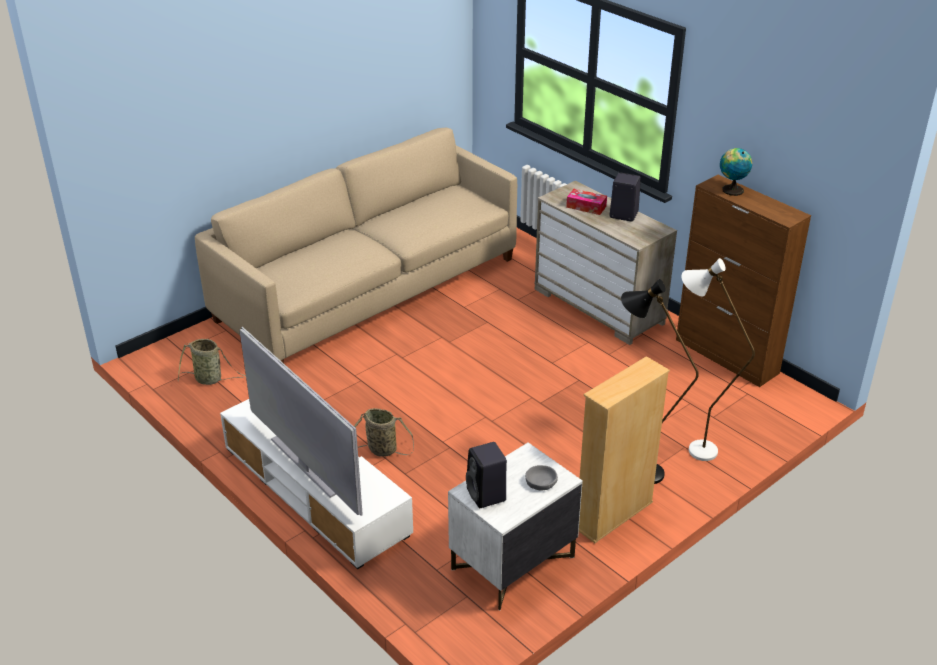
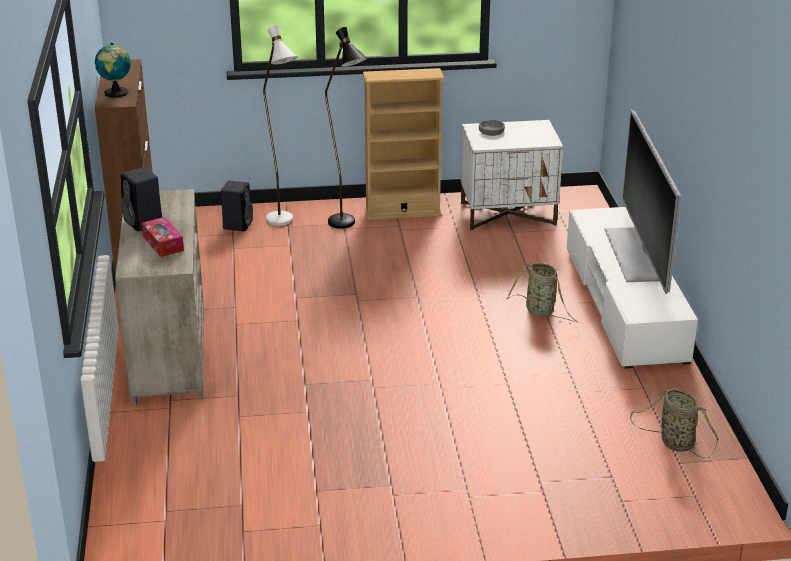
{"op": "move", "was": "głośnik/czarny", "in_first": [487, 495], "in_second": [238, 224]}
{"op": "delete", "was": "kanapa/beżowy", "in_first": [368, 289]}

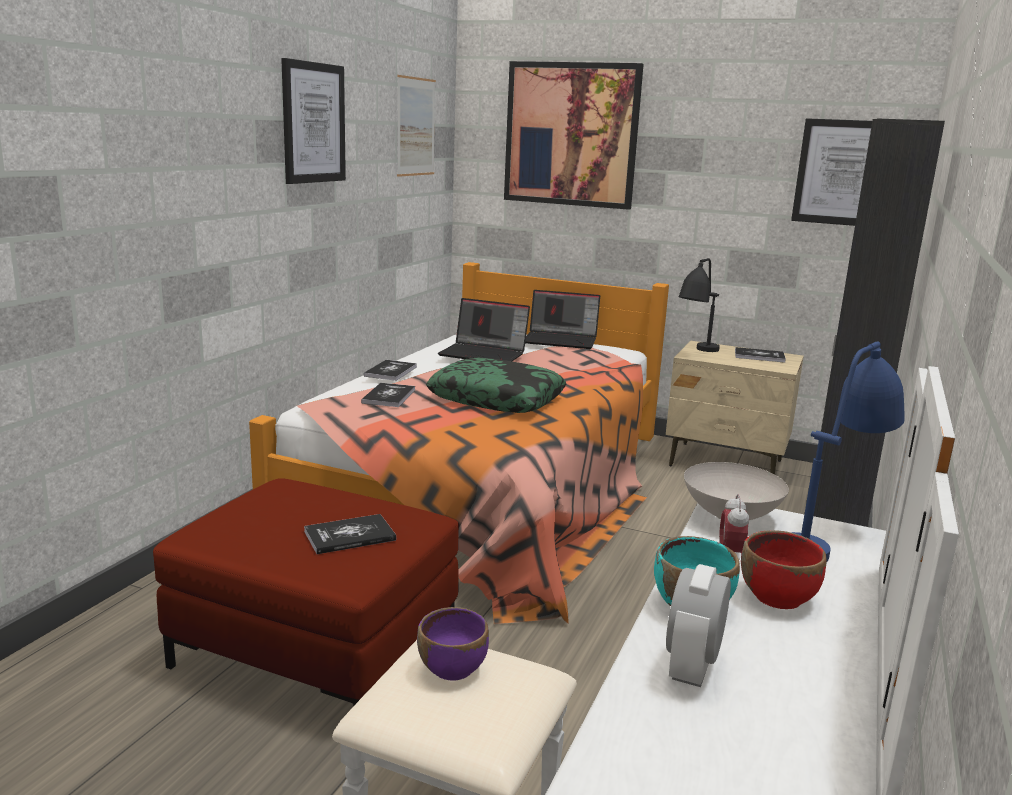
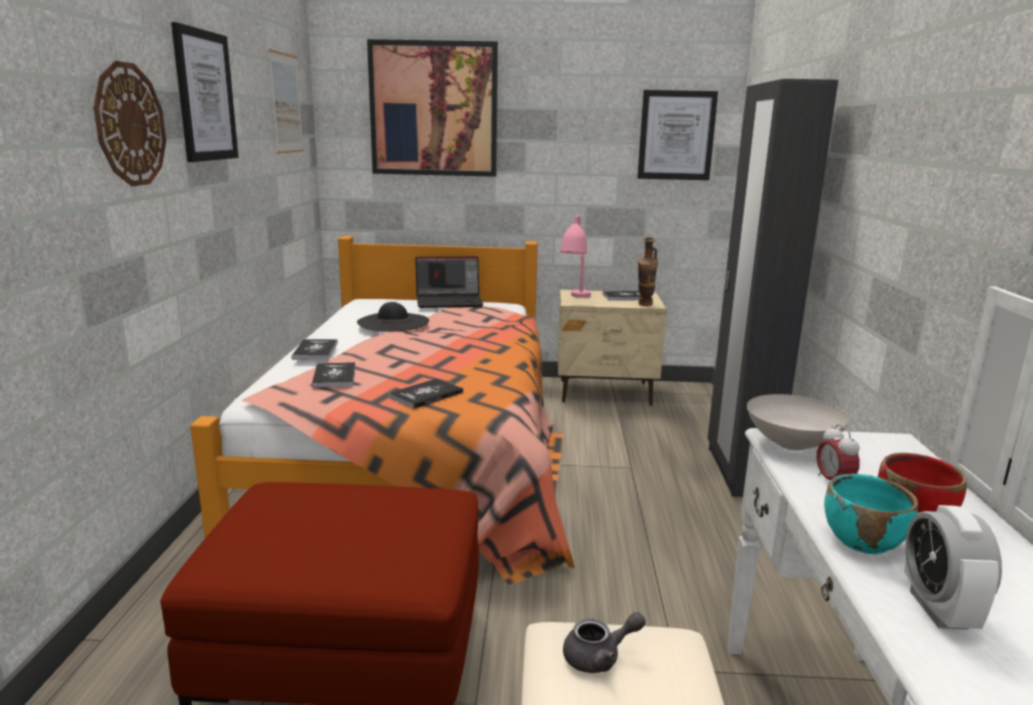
{"op": "insert", "now": "zegar ścienny", "in_second": [130, 125]}
{"op": "replace", "was": "laptop", "now": "kapelusz/czarny", "in_first": [484, 354], "in_second": [393, 322]}
{"op": "move", "was": "książka", "in_first": [350, 536], "in_second": [426, 395]}
{"op": "recolor", "was": "lampa stołowa/czarny", "now": "lampa stołowa/różowy", "in_first": [696, 353], "in_second": [575, 300]}
{"op": "replace", "was": "miska/fioletowy", "now": "imbryk/szary", "in_first": [453, 668], "in_second": [599, 657]}
{"op": "insert", "now": "wazon", "in_second": [644, 305]}
{"op": "delete", "was": "poduszka", "in_first": [497, 399]}
{"op": "delete", "was": "lampa stołowa/niebieski", "in_first": [830, 537]}

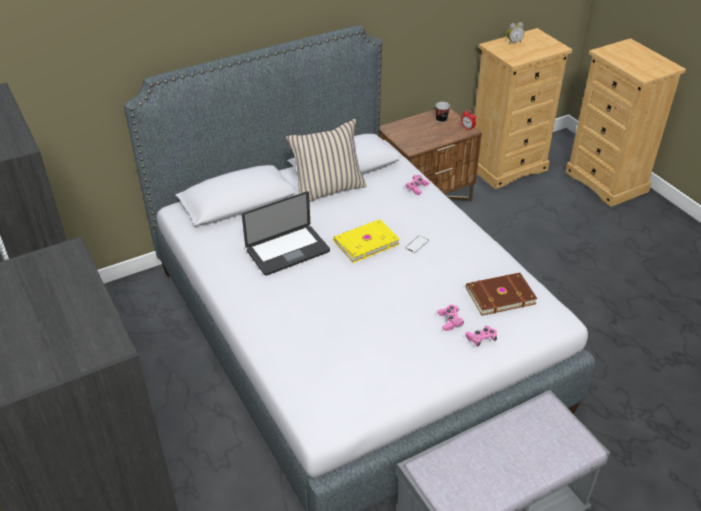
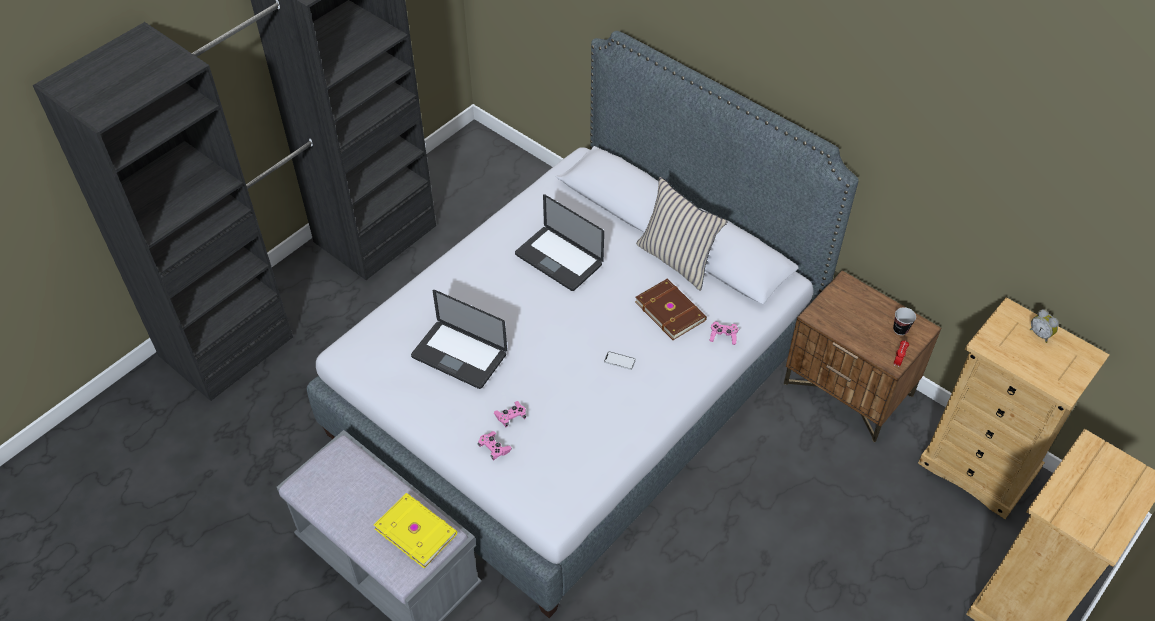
{"op": "move", "was": "książka/żółty", "in_first": [365, 242], "in_second": [416, 530]}
{"op": "insert", "now": "laptop", "in_second": [459, 355]}
{"op": "move", "was": "książka/brązowy", "in_first": [499, 295], "in_second": [671, 310]}

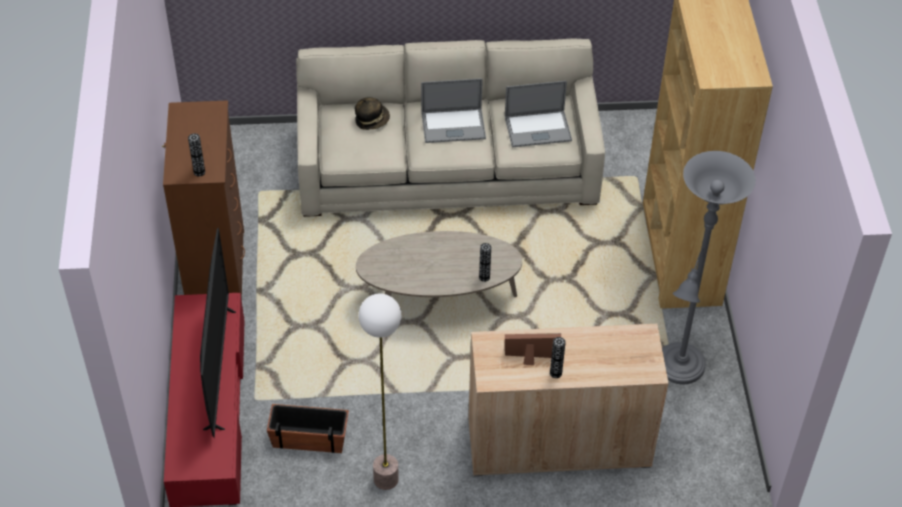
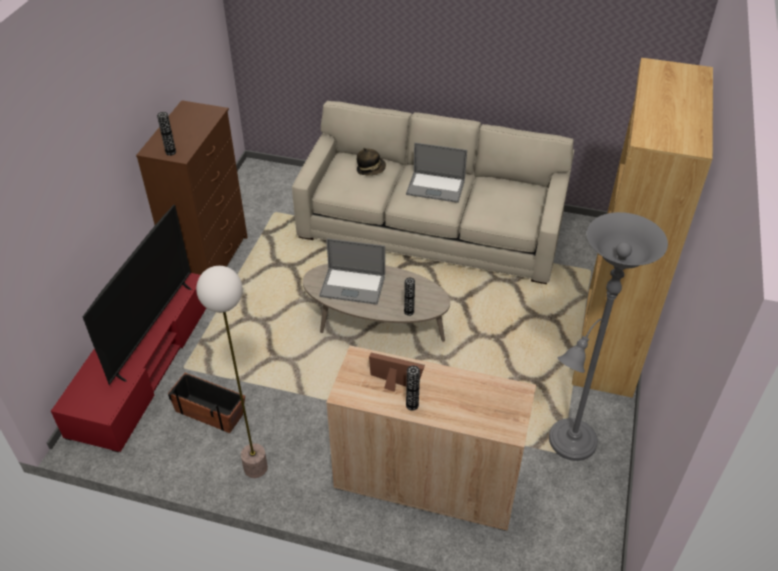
{"op": "move", "was": "laptop", "in_first": [538, 129], "in_second": [352, 286]}

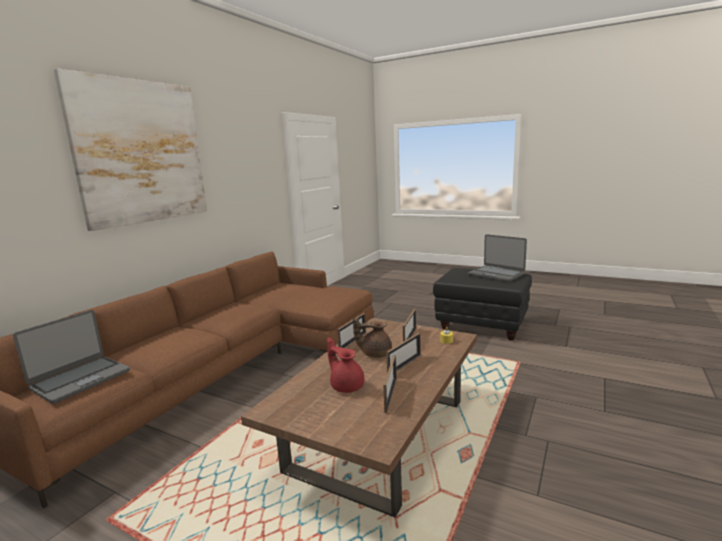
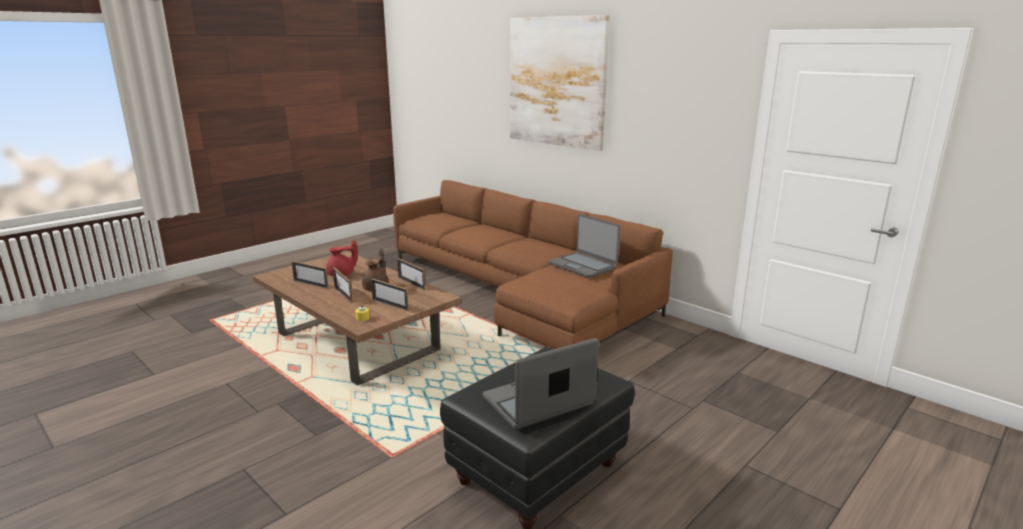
{"op": "move", "was": "laptop", "in_first": [80, 379], "in_second": [583, 266]}

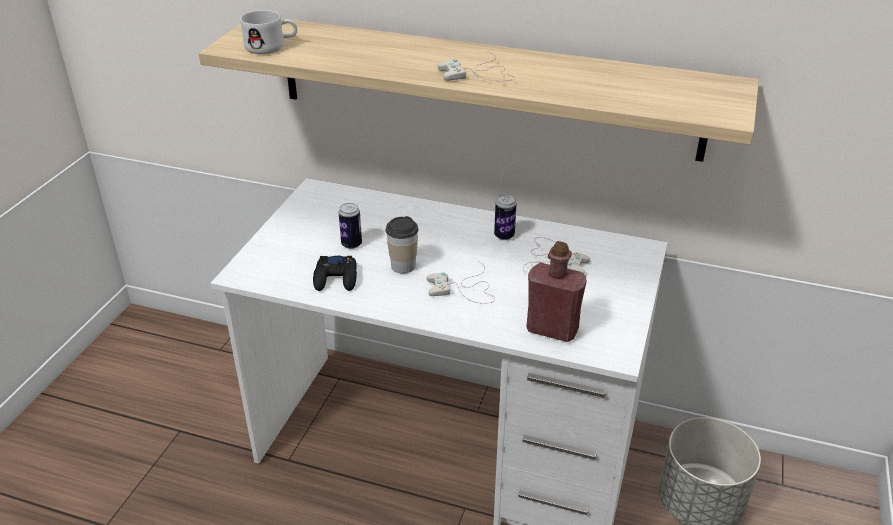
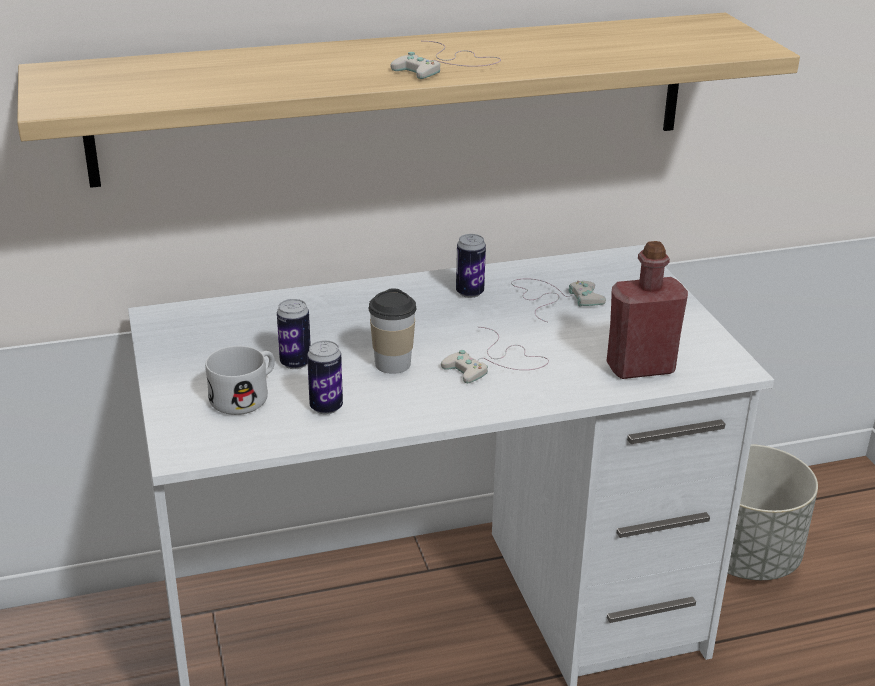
{"op": "move", "was": "kubek/biały", "in_first": [271, 47], "in_second": [246, 396]}
{"op": "replace", "was": "pad do gier/czarny", "now": "puszka", "in_first": [336, 278], "in_second": [326, 407]}

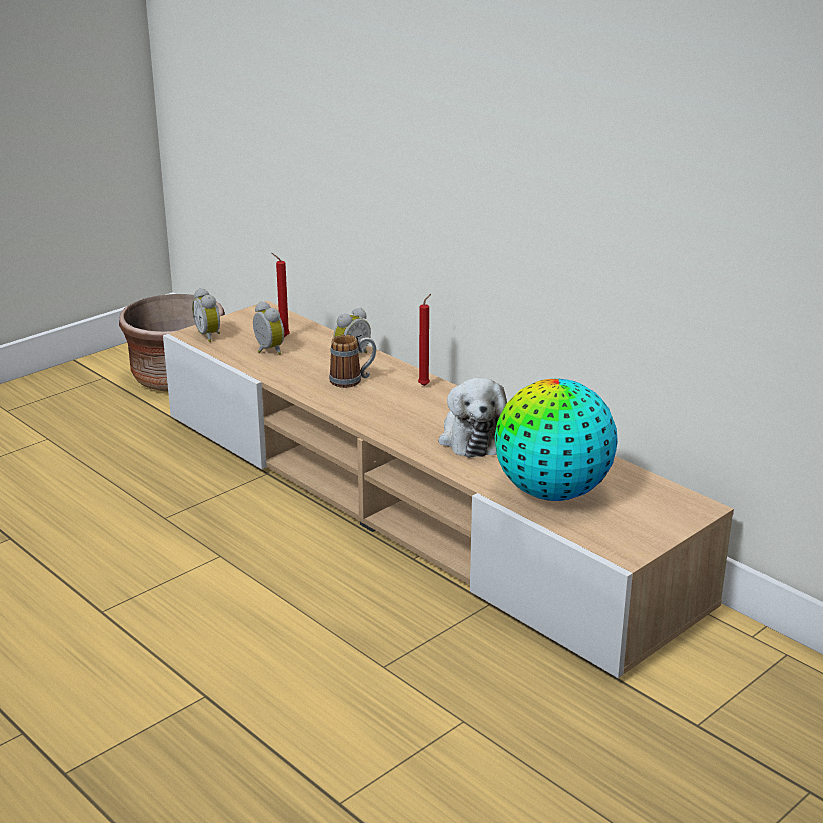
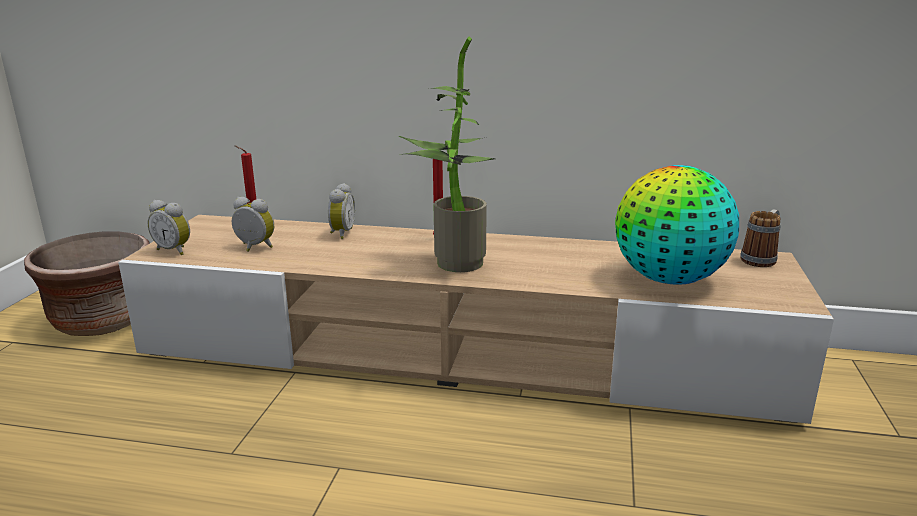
{"op": "insert", "now": "roślina doniczkowa", "in_second": [452, 263]}
{"op": "move", "was": "kubek", "in_first": [353, 380], "in_second": [761, 259]}
{"op": "delete", "was": "pluszak", "in_first": [472, 437]}

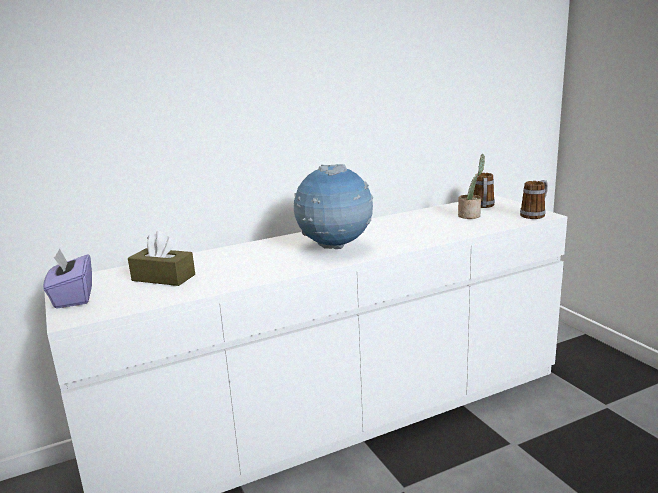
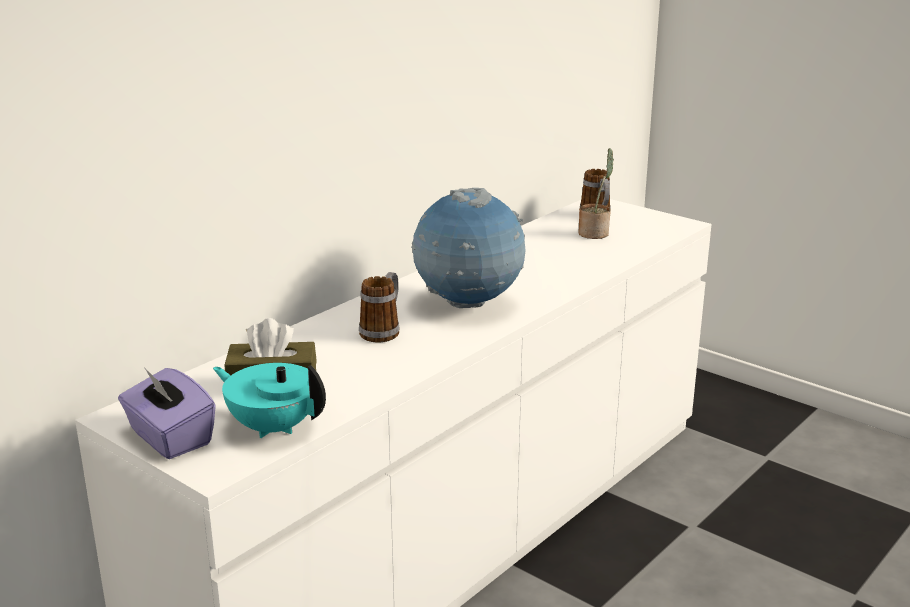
{"op": "insert", "now": "imbryk/turkusowy", "in_second": [273, 427]}
{"op": "move", "was": "kubek", "in_first": [535, 214], "in_second": [383, 330]}

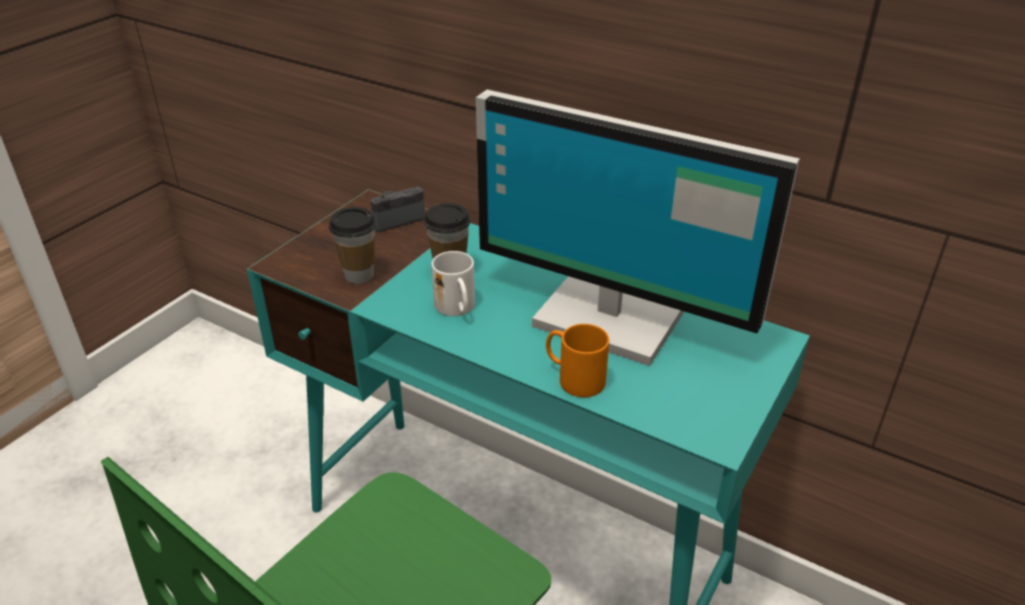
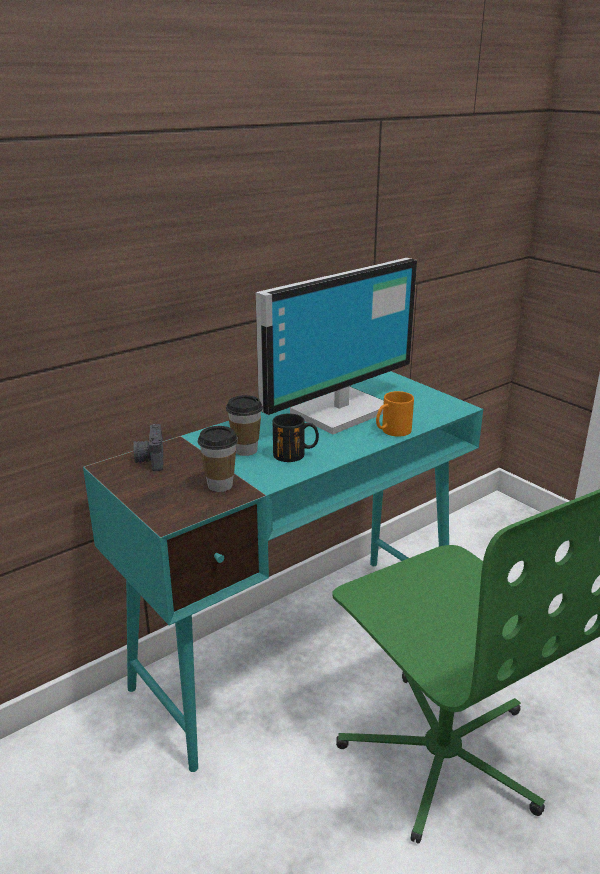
{"op": "recolor", "was": "kubek/biały", "now": "kubek/czarny", "in_first": [458, 309], "in_second": [295, 454]}

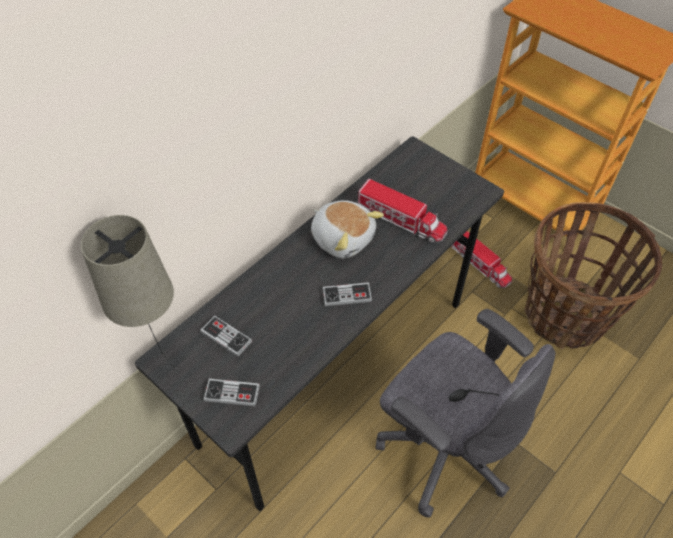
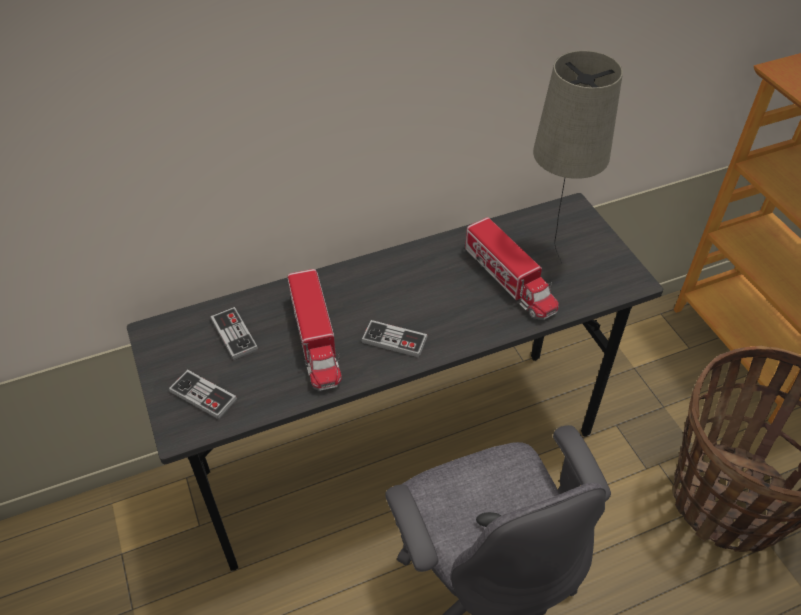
{"op": "move", "was": "ciężarówka zabawkowa", "in_first": [480, 264], "in_second": [315, 339]}
{"op": "move", "was": "lampa stołowa/beżowy", "in_first": [163, 359], "in_second": [551, 252]}
{"op": "delete", "was": "pluszak", "in_first": [343, 237]}

